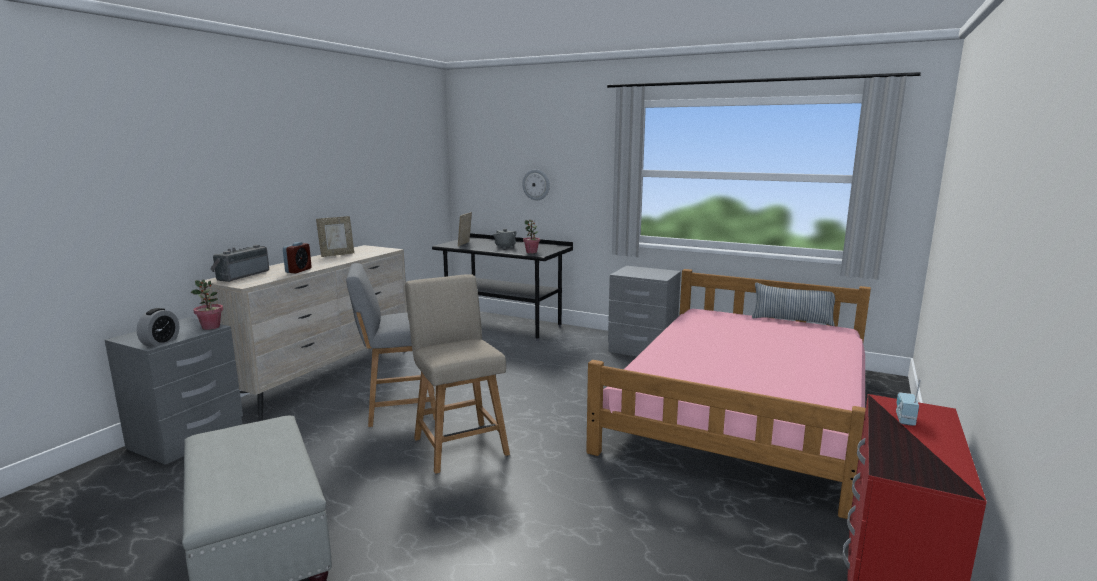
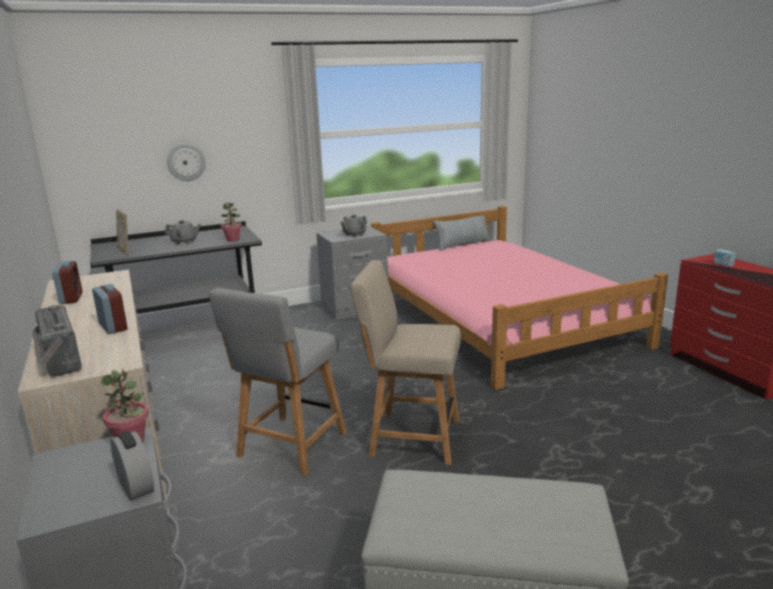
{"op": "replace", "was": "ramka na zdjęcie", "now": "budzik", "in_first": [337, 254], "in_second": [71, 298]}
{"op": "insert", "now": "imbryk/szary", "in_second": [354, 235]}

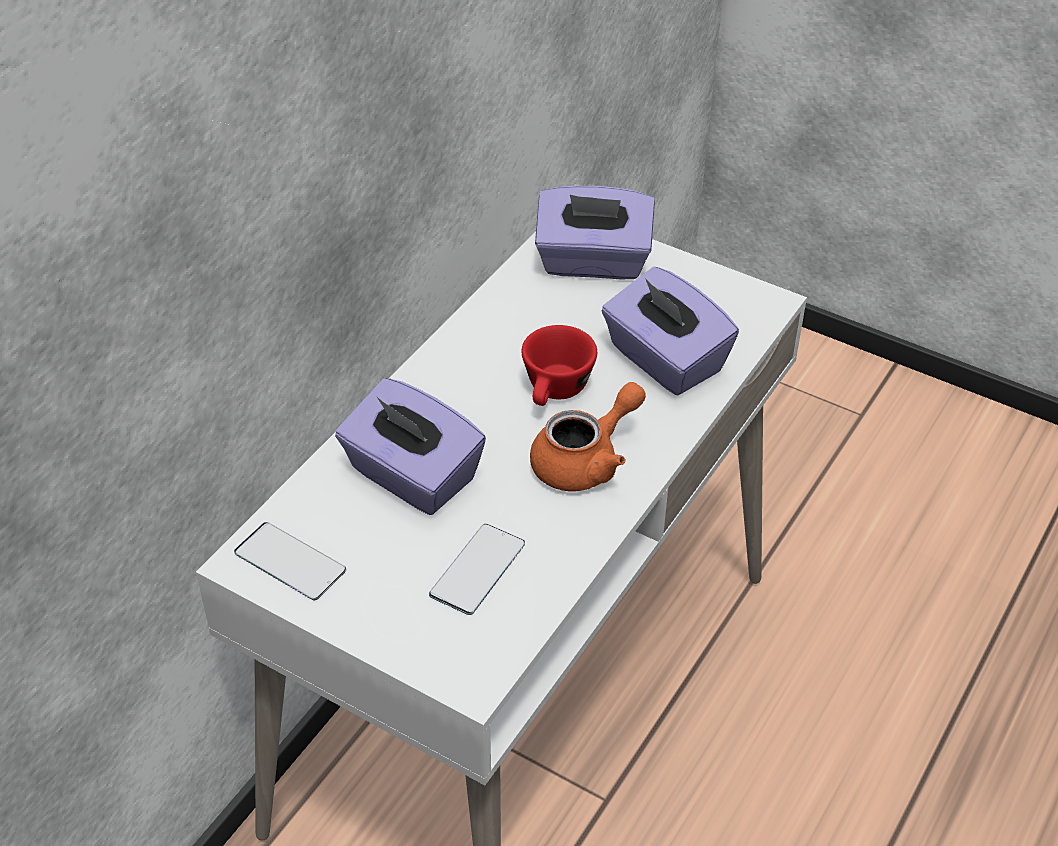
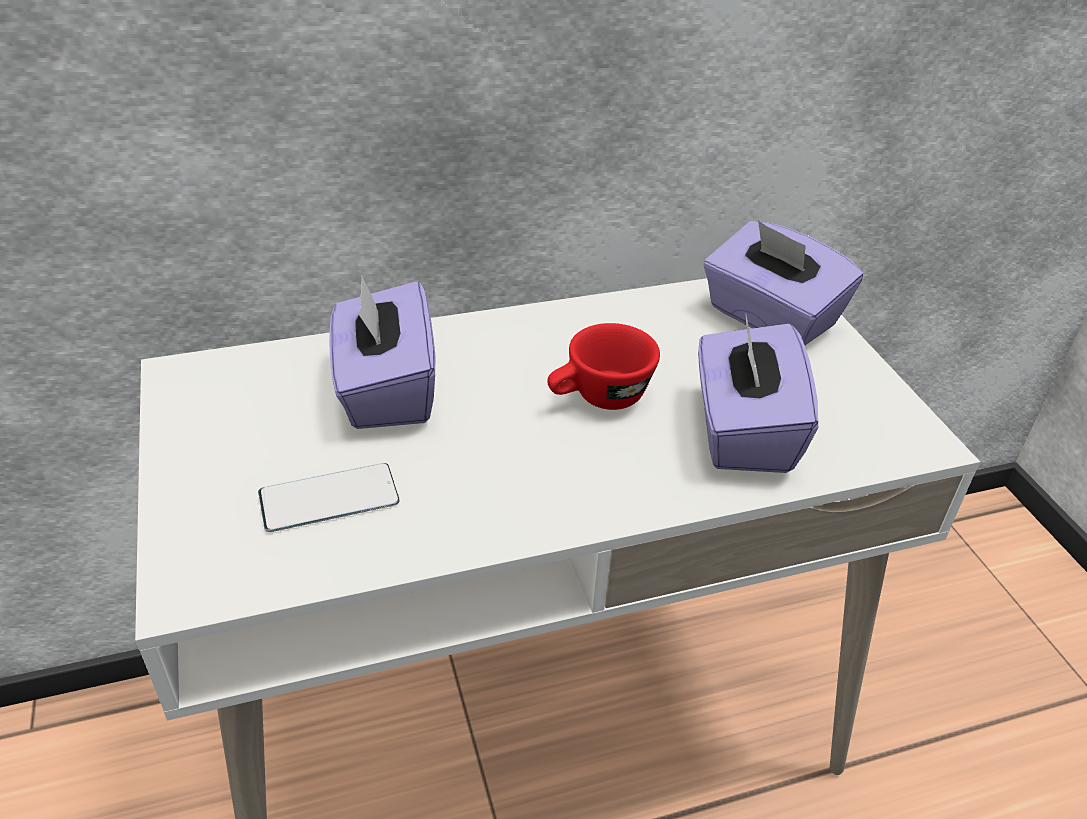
{"op": "delete", "was": "telefon", "in_first": [290, 562]}
{"op": "delete", "was": "imbryk/pomarańczowy", "in_first": [586, 461]}

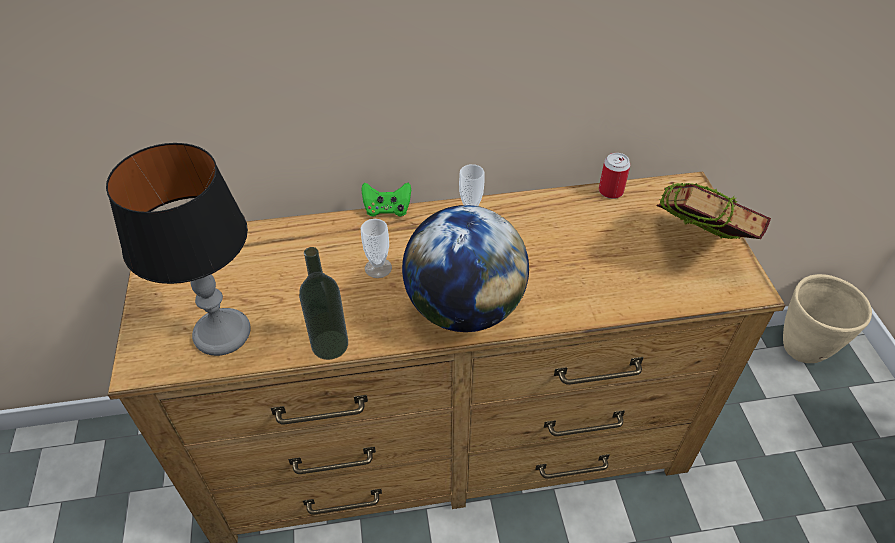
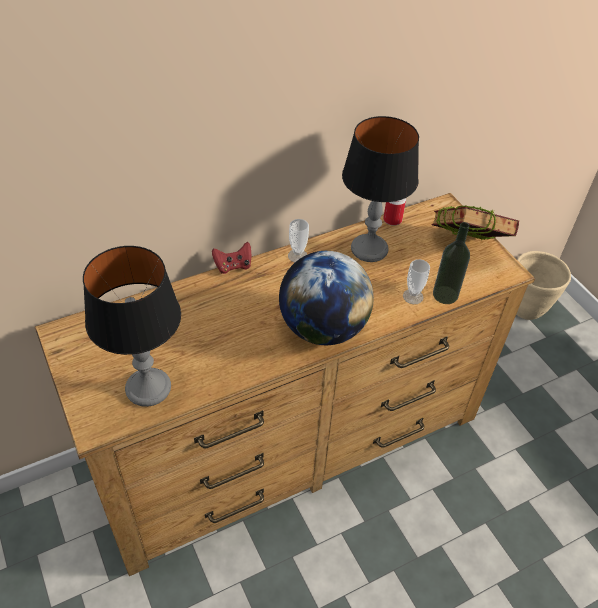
{"op": "recolor", "was": "pad do gier/zielony", "now": "pad do gier/czerwony", "in_first": [387, 210], "in_second": [233, 266]}
{"op": "insert", "now": "lampa stołowa", "in_second": [369, 249]}
{"op": "move", "was": "filiżanka", "in_first": [378, 268], "in_second": [413, 296]}
{"op": "move", "was": "butelka", "in_first": [330, 345], "in_second": [445, 295]}

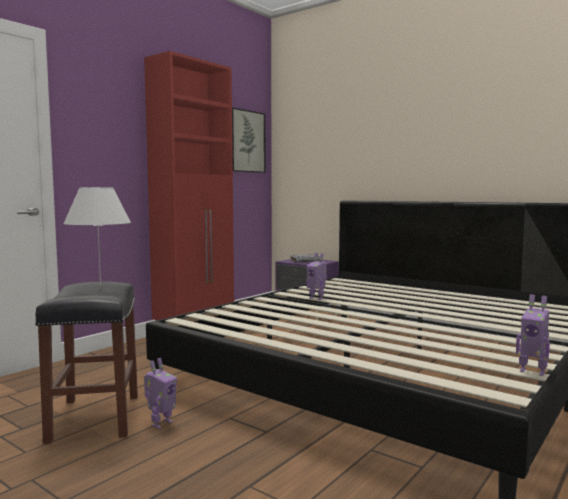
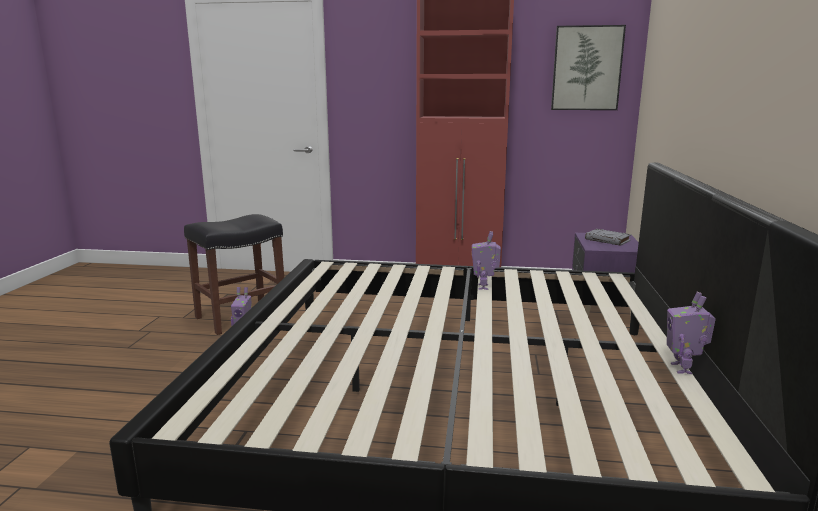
{"op": "move", "was": "robot zabawkowy", "in_first": [532, 371], "in_second": [683, 368]}
{"op": "delete", "was": "lampa stołowa/biały", "in_first": [100, 288]}

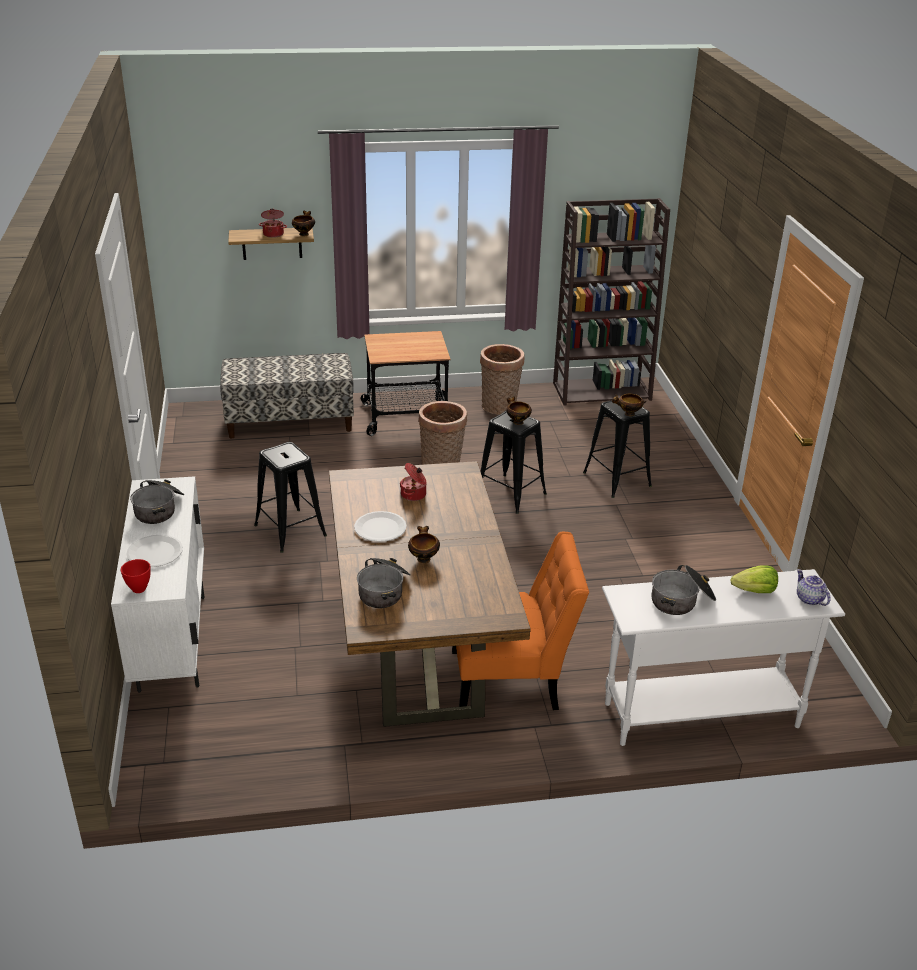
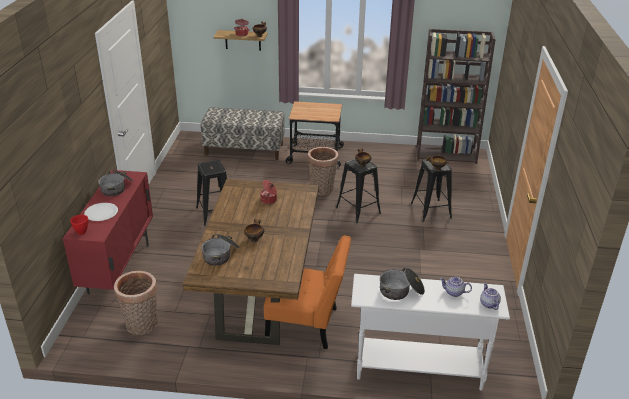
{"op": "recolor", "was": "szafka/biały", "now": "szafka/czerwony", "in_first": [172, 642], "in_second": [119, 268]}
{"op": "move", "was": "koszyk", "in_first": [500, 408], "in_second": [142, 326]}
{"op": "replace", "was": "sałata", "now": "imbryk", "in_first": [755, 591], "in_second": [453, 293]}
{"op": "delete", "was": "talerz/biały", "in_first": [380, 528]}

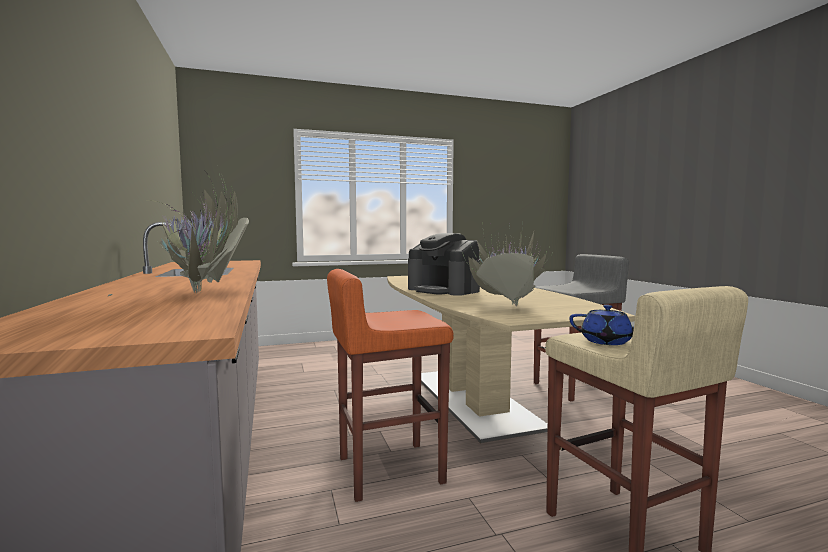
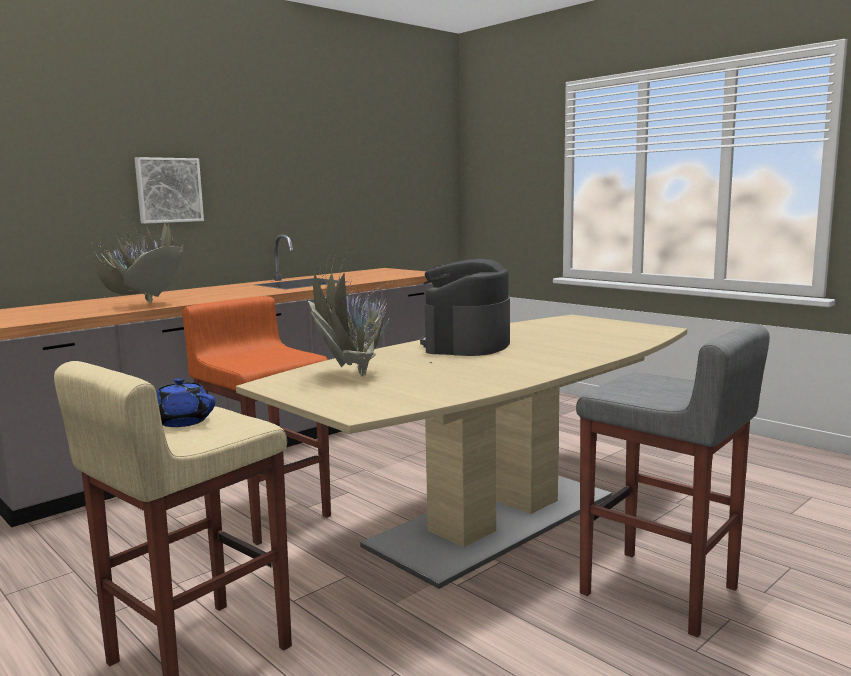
{"op": "insert", "now": "obraz", "in_second": [168, 190]}
{"op": "rotate", "was": "imbryk/niebieski", "in_first": [607, 341], "in_second": [181, 421], "clockwise": 120}

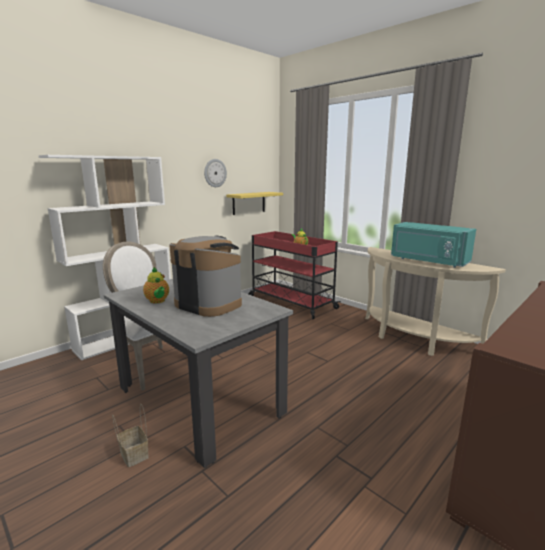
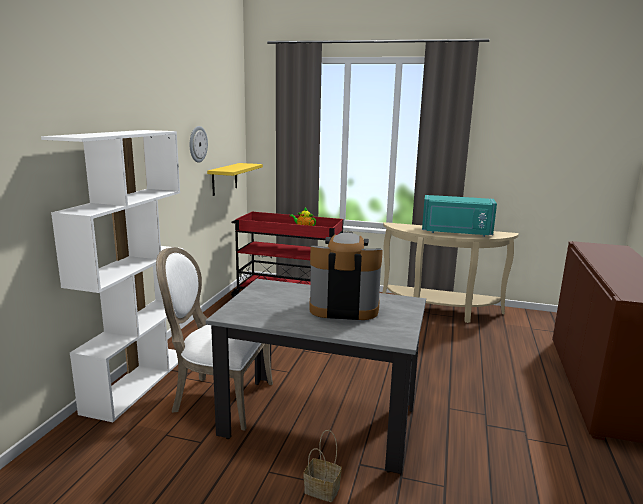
{"op": "delete", "was": "imbryk", "in_first": [157, 301]}

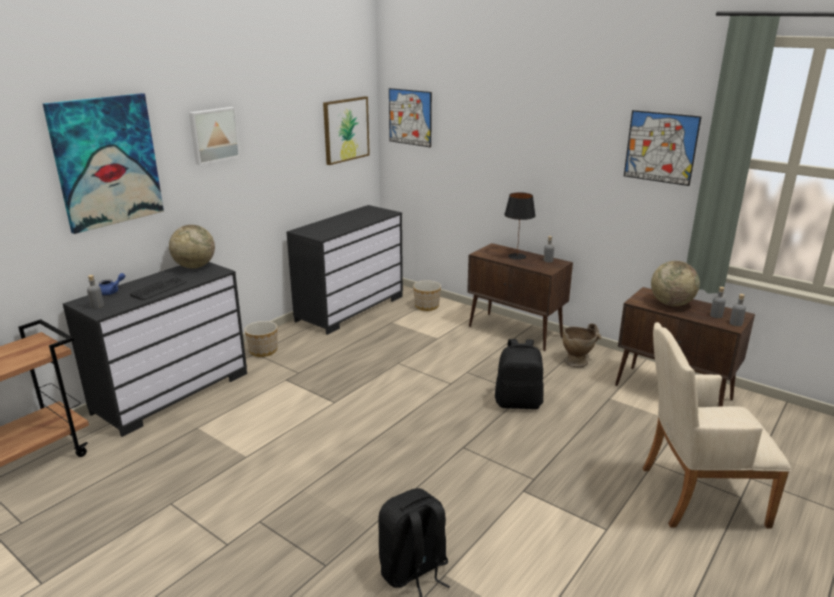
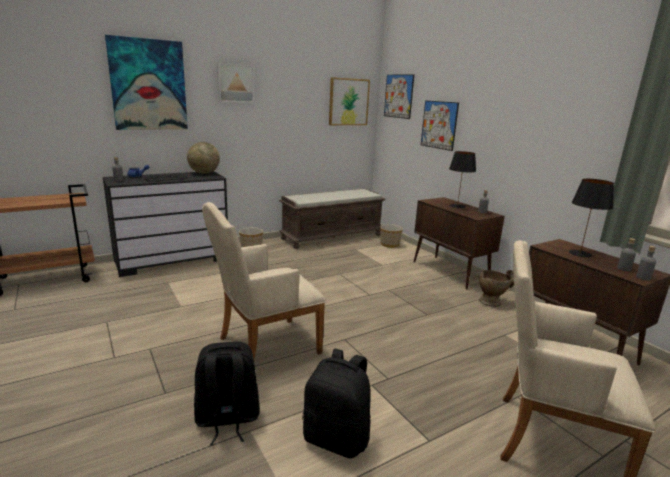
{"op": "insert", "now": "fotel/beżowy", "in_second": [263, 347]}
{"op": "replace", "was": "komoda/czarny", "now": "ławka/brązowy", "in_first": [350, 308], "in_second": [332, 236]}
{"op": "move", "was": "plecak/czarny", "in_first": [518, 402], "in_second": [337, 438]}
{"op": "move", "was": "obraz", "in_first": [660, 147], "in_second": [439, 125]}
{"op": "replace", "was": "globus", "now": "lampa stołowa/czarny", "in_first": [671, 304], "in_second": [579, 253]}

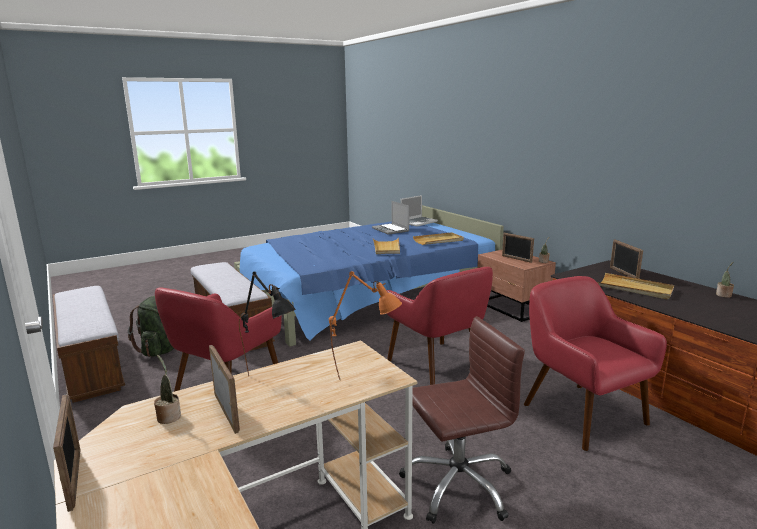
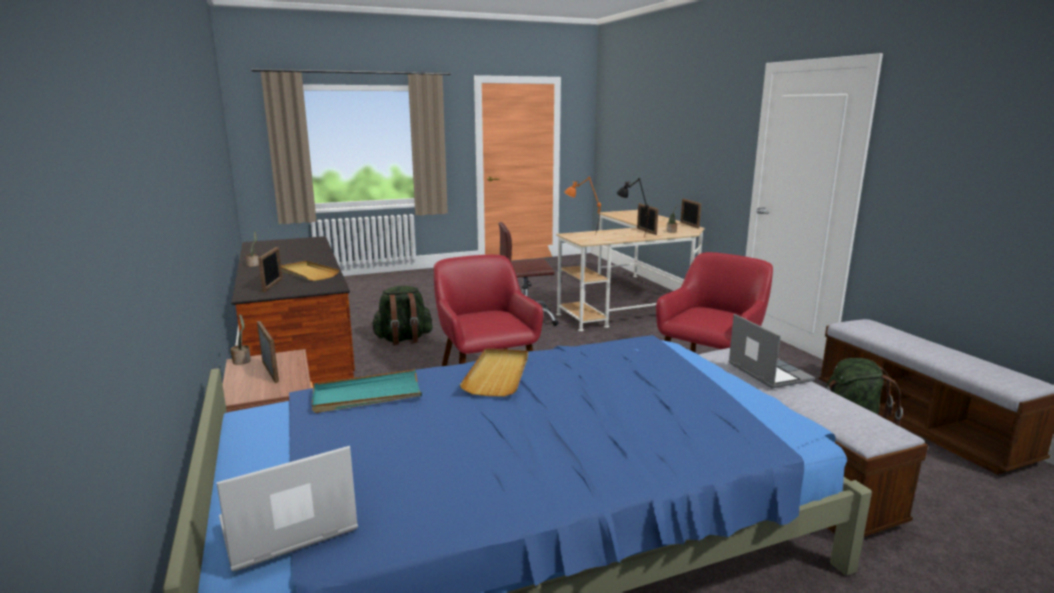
{"op": "recolor", "was": "taca/beżowy", "now": "taca/turkusowy", "in_first": [438, 240], "in_second": [367, 395]}
{"op": "replace", "was": "fotel/czerwony", "now": "plecak/zielony", "in_first": [581, 414], "in_second": [403, 339]}
{"op": "move", "was": "laptop", "in_first": [391, 230], "in_second": [767, 372]}

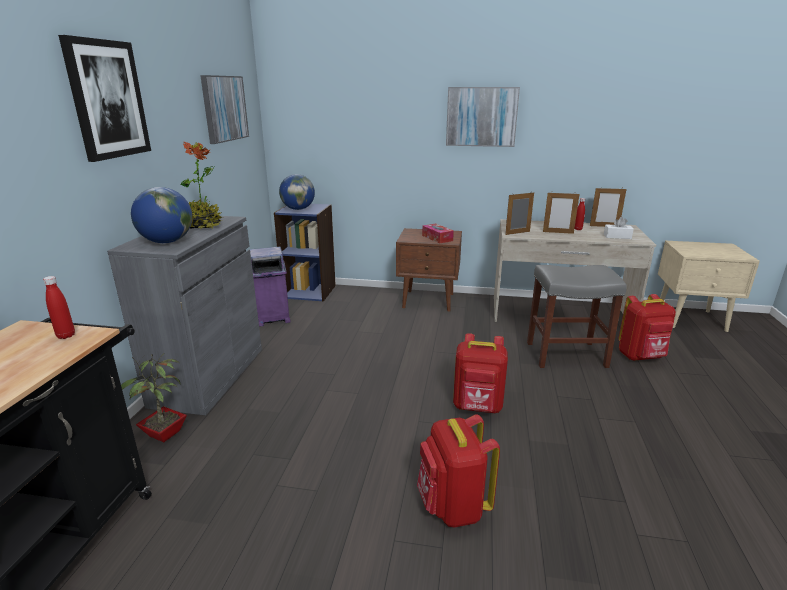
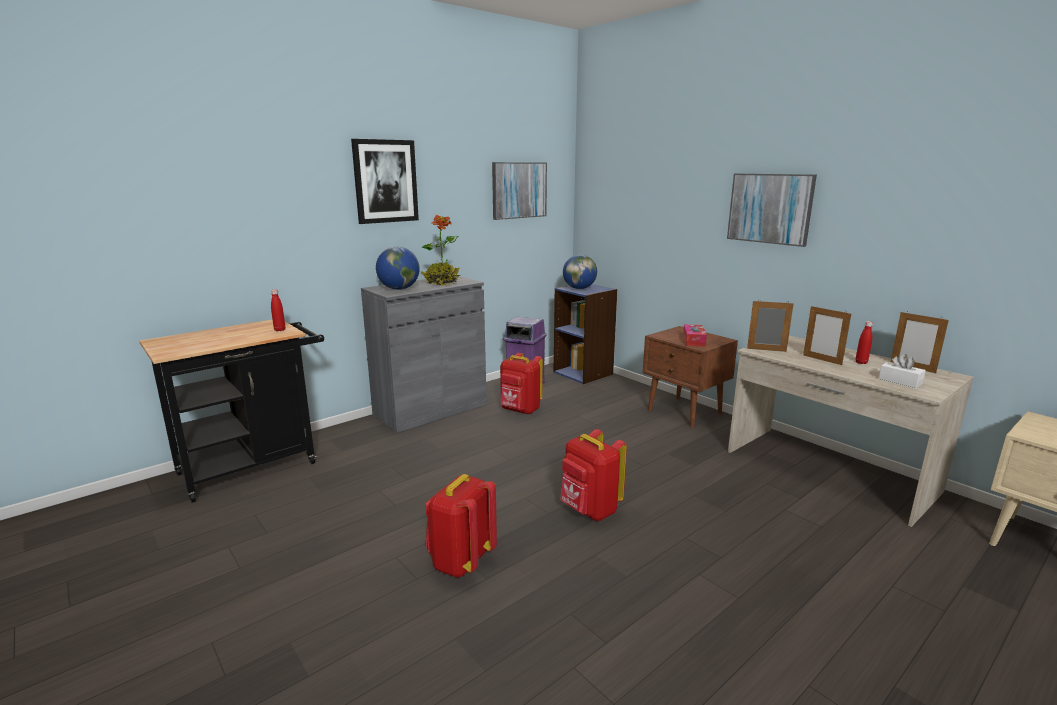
{"op": "move", "was": "plecak/czerwony", "in_first": [641, 357], "in_second": [520, 410]}
{"op": "delete", "was": "roślina doniczkowa", "in_first": [163, 435]}
{"op": "delete", "was": "stołek/szary", "in_first": [565, 355]}

